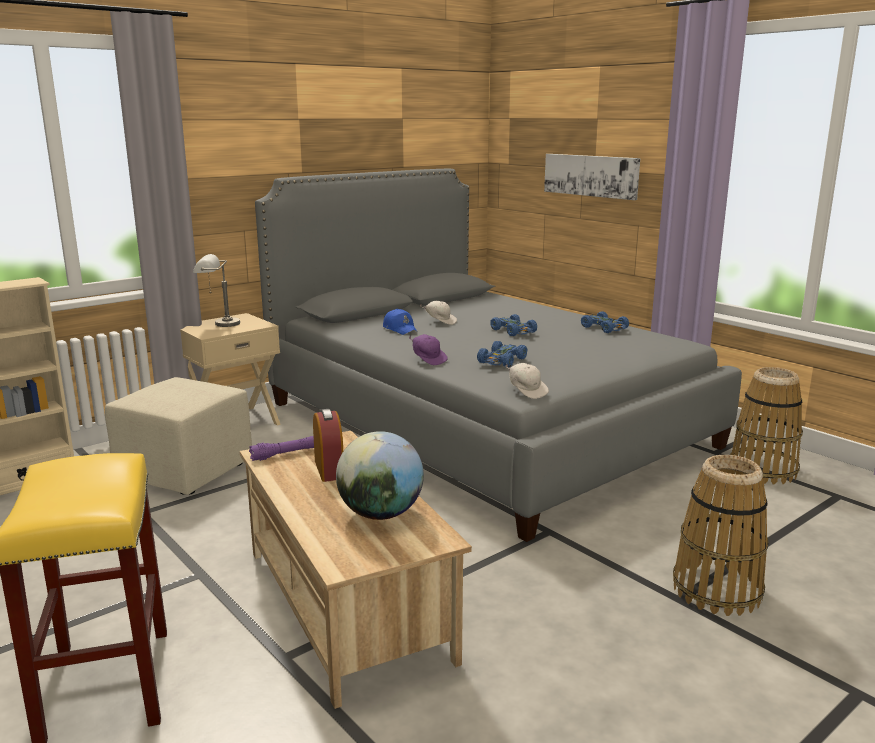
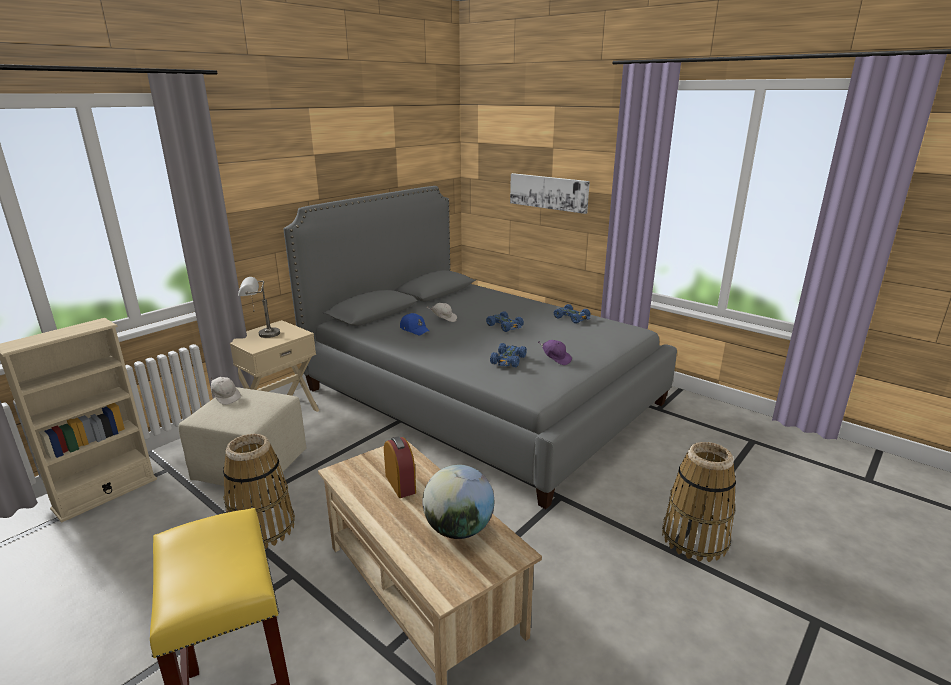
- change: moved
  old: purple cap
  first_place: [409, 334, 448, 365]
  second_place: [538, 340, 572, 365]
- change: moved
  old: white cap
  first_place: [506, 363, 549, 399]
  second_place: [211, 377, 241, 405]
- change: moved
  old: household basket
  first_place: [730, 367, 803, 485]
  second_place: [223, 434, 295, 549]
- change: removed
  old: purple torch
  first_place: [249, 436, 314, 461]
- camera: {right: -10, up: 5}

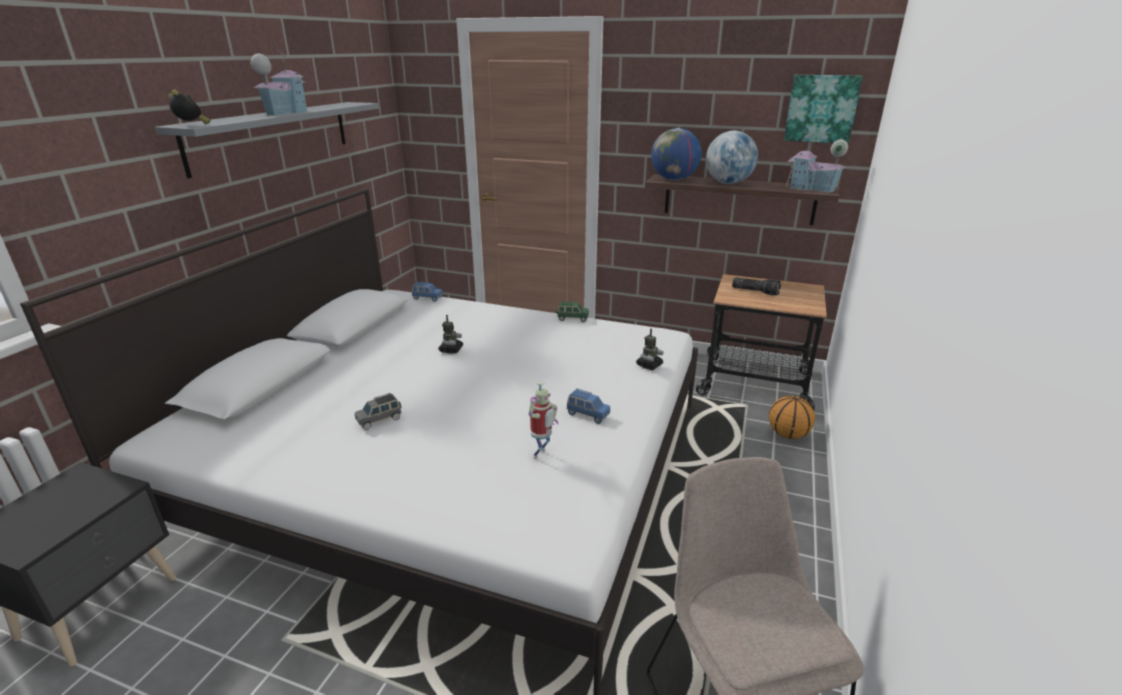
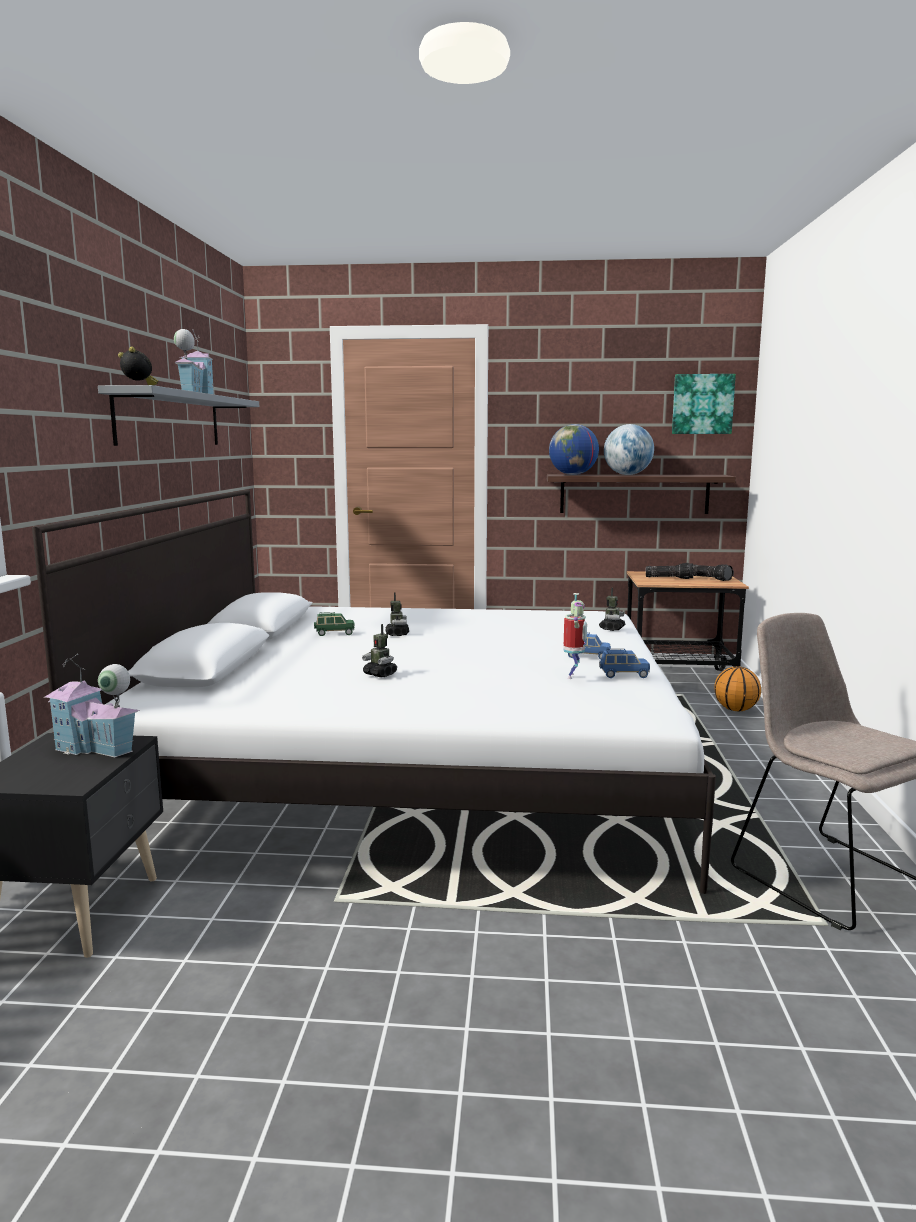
- change: moved
  old: miniature house
  first_place: [786, 134, 848, 193]
  second_place: [45, 654, 140, 757]
- change: moved
  old: blue-coloured miniature car
  first_place: [412, 281, 443, 302]
  second_place: [599, 649, 650, 678]
- change: moved
  old: green-coloured miniature car
  first_place: [556, 301, 589, 322]
  second_place: [314, 612, 355, 636]
- change: replaced
  old: grey miniature car
  new: robot figure
  first_place: [355, 393, 402, 430]
  second_place: [362, 624, 397, 677]
- change: added
  new: torch
  second_place: [692, 564, 734, 581]
- camera: {right: -15, up: -15}

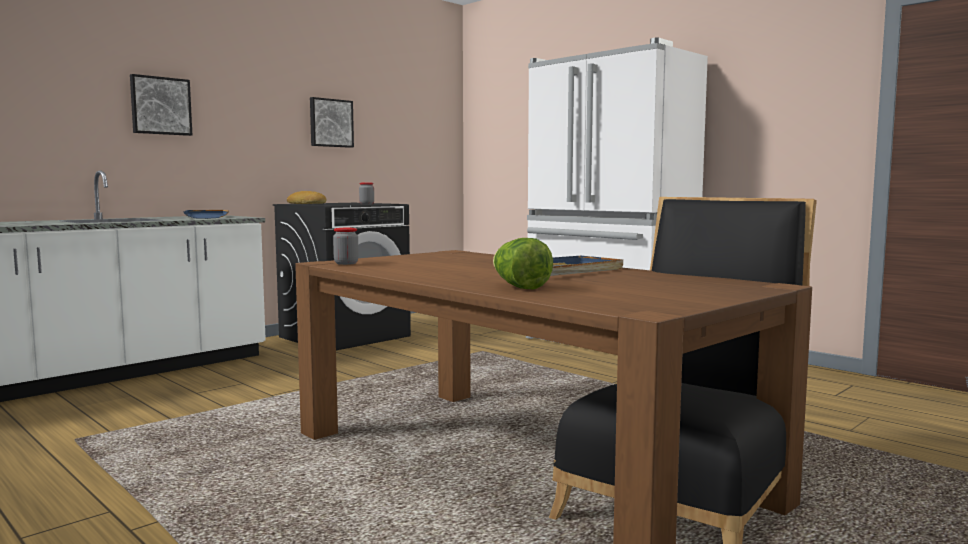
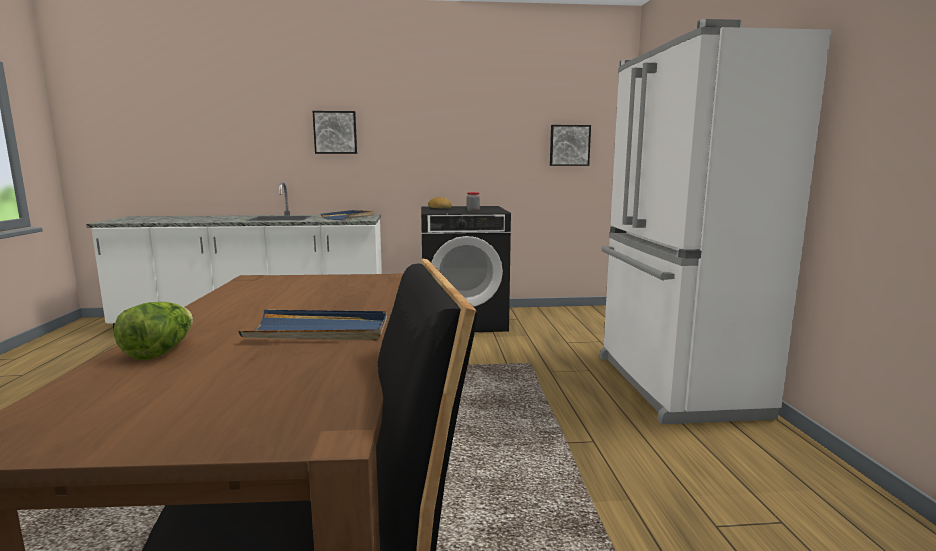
- change: moved
  old: picture
  first_place: [310, 97, 354, 148]
  second_place: [550, 125, 591, 166]
- change: removed
  old: jar
  first_place: [333, 228, 359, 265]
- camera: {right: 40, up: 5}

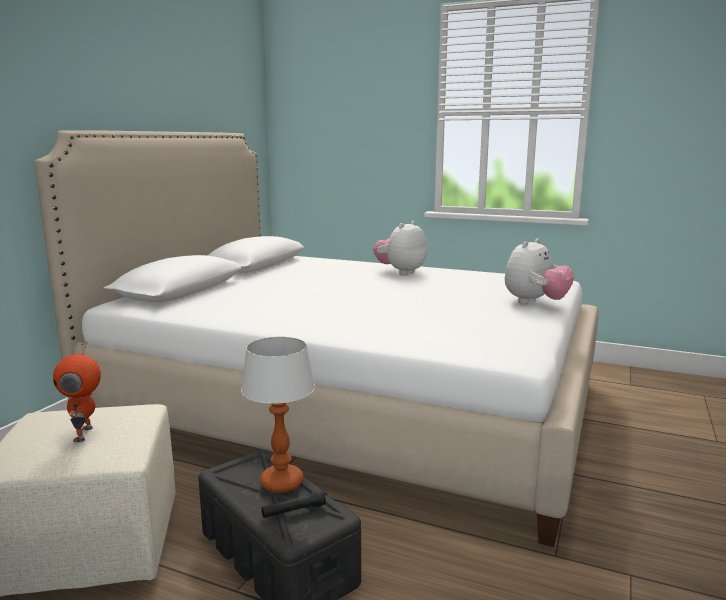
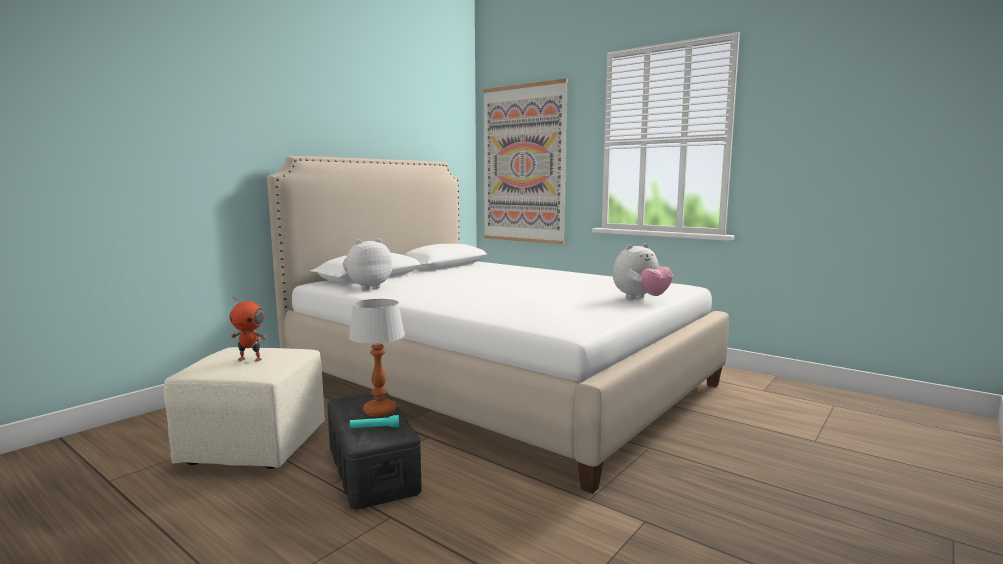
- change: moved
  old: soft toy
  first_place: [373, 221, 427, 275]
  second_place: [343, 238, 393, 290]
- change: turned
  old: robot figure
  first_place: [53, 342, 101, 442]
  second_place: [229, 296, 267, 362]
  degrees: -90
- change: recoloured
  old: black-coloured torch
  new: turquoise-coloured torch
  first_place: [261, 489, 326, 518]
  second_place: [350, 415, 399, 429]
- change: added
  new: picture
  second_place: [483, 78, 568, 244]
- camera: {right: 15, up: -5}

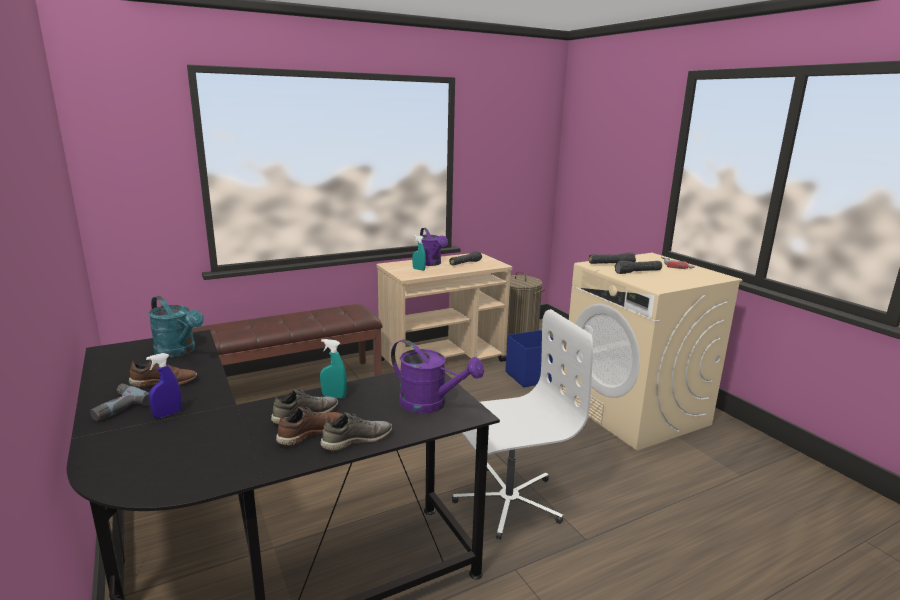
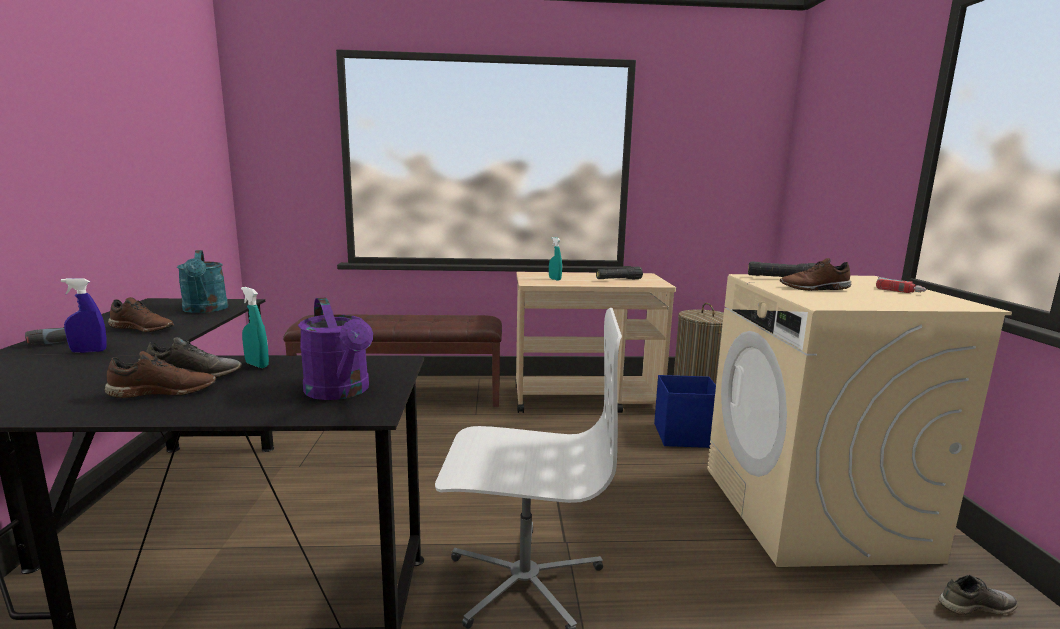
- change: removed
  old: purple watering can
  first_place: [420, 228, 448, 266]
- change: replaced
  old: black-coloured torch
  new: brown-coloured item of footwear
  first_place: [615, 261, 662, 274]
  second_place: [780, 258, 852, 291]
- change: moved
  old: grey item of footwear
  first_place: [320, 412, 392, 451]
  second_place: [939, 575, 1018, 615]
- camera: {right: 25, up: -5}

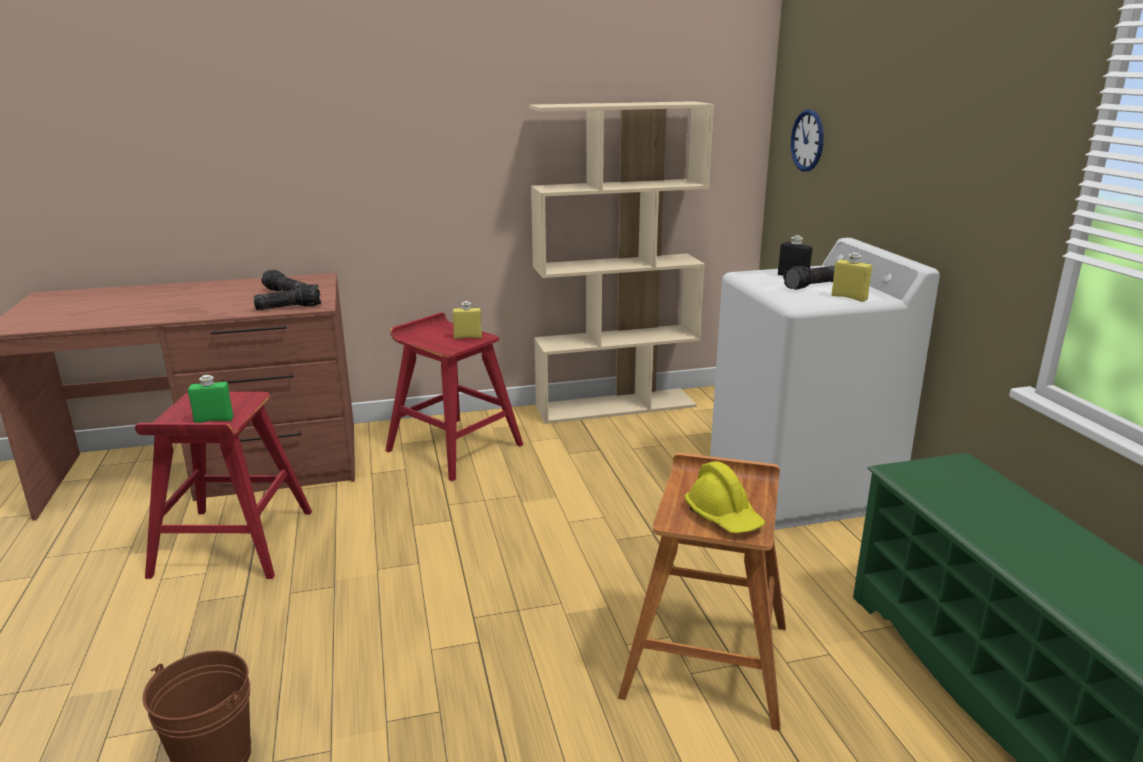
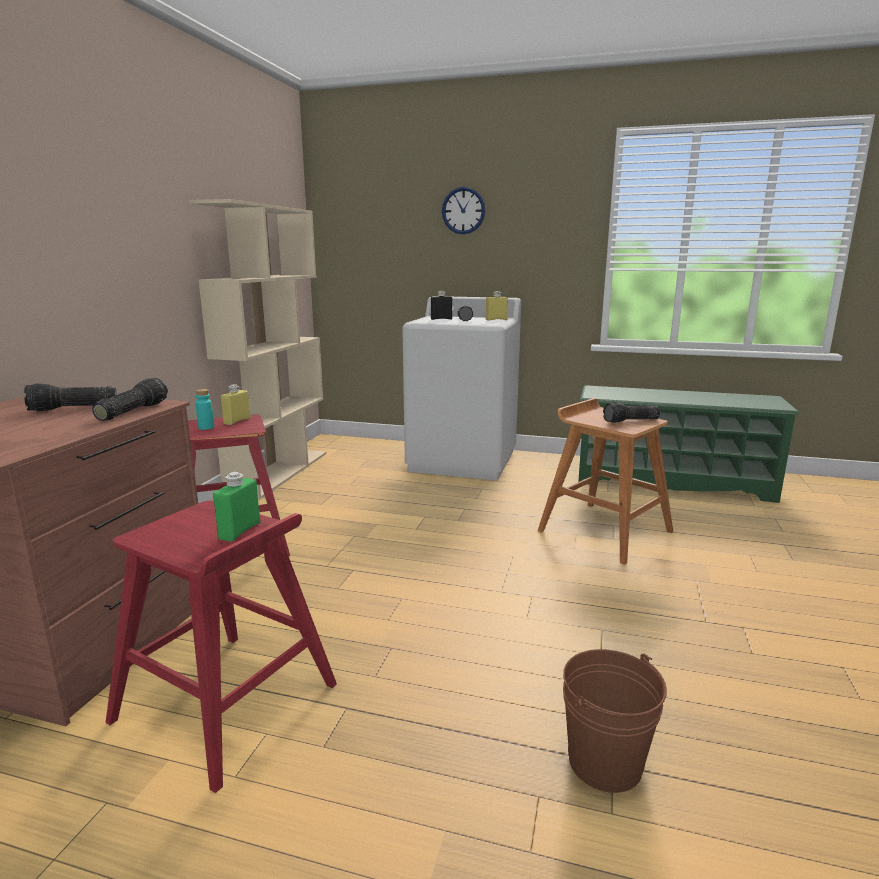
- change: moved
  old: clock on the wall
  first_place: [791, 110, 824, 172]
  second_place: [442, 187, 485, 234]
- change: replaced
  old: yellowish work helmet
  new: torch
  first_place: [684, 461, 765, 533]
  second_place: [603, 403, 660, 423]
- change: added
  new: turquoise-coloured drink bottle
  second_place: [195, 389, 214, 430]
- camera: {right: -60, up: -5}

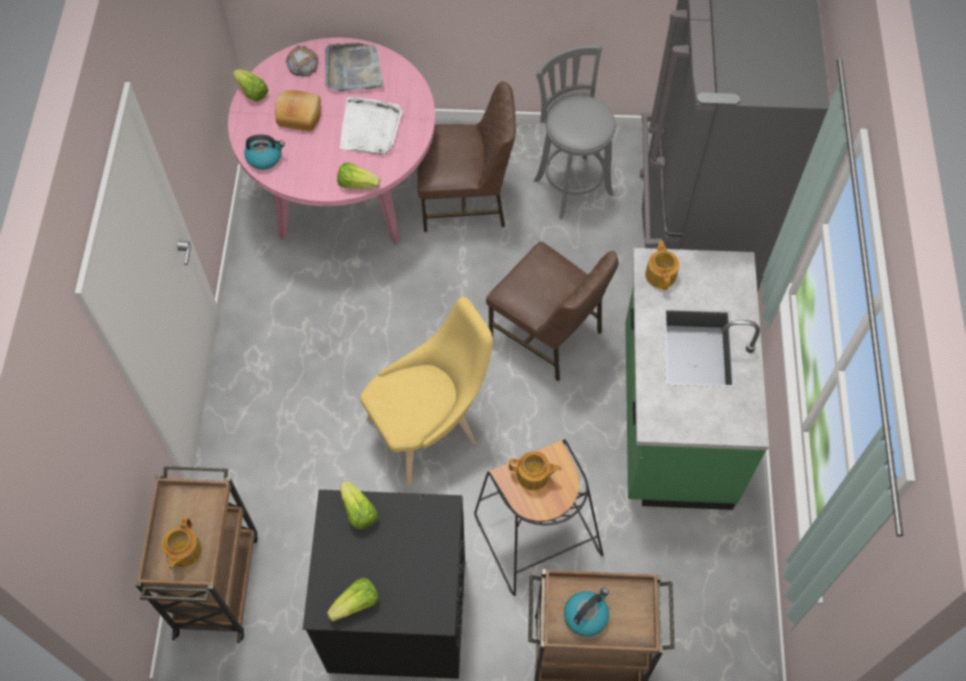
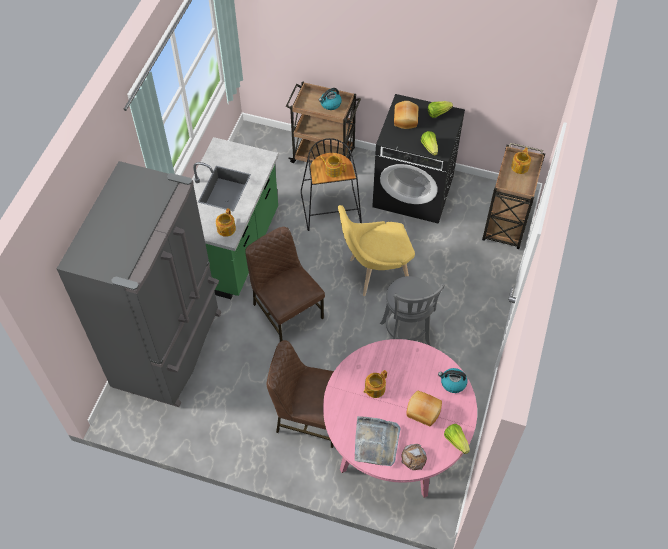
- change: moved
  old: grey sitting stool
  first_place: [534, 45, 616, 219]
  second_place: [380, 276, 445, 346]
- change: replaced
  old: white carrying tray
  new: teapot
  first_place: [340, 97, 403, 154]
  second_place: [364, 370, 387, 398]
- change: removed
  old: head of lettuce
  first_place: [337, 162, 381, 189]
- change: added
  new: baked bread
  second_place: [394, 101, 418, 129]
- camera: {right: -165, up: -5}

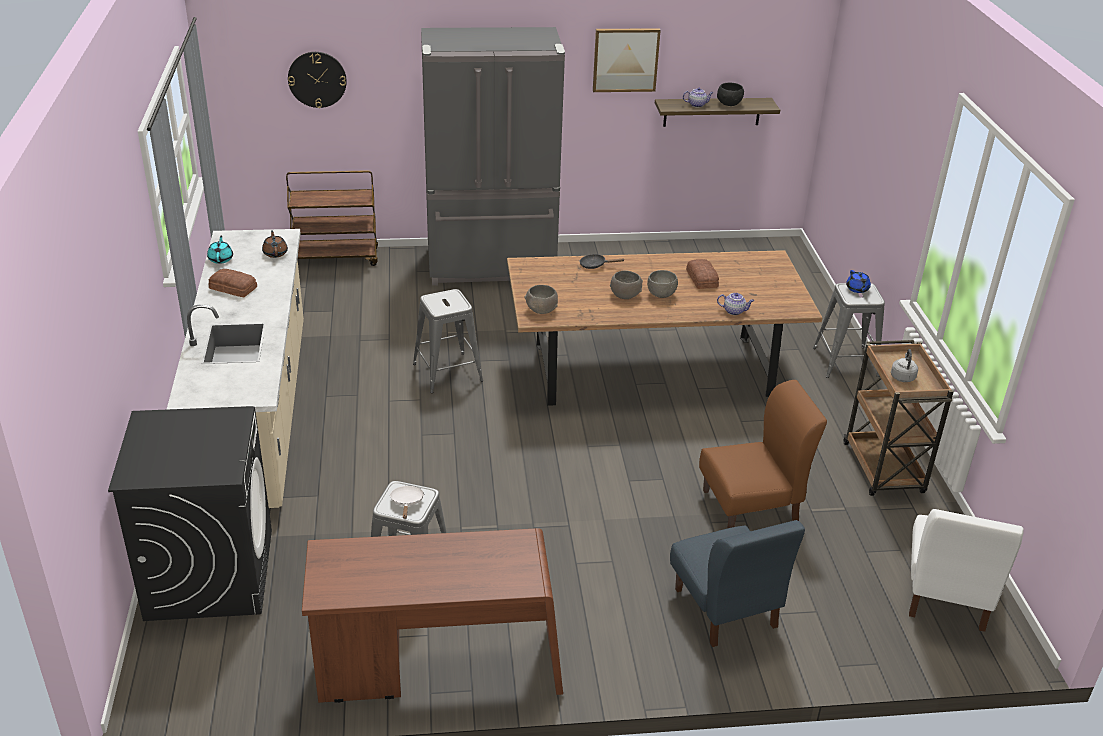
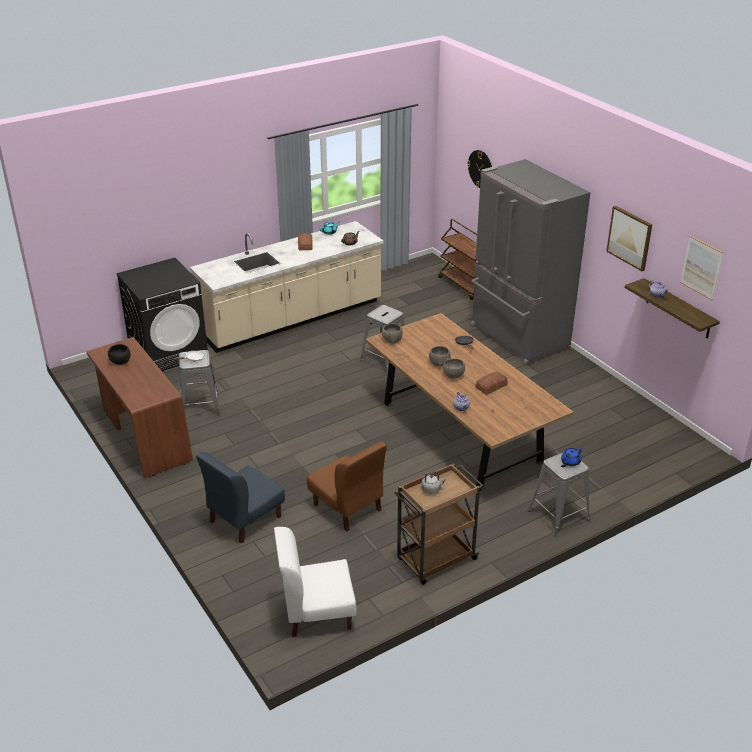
- change: moved
  old: black-coloured bowl
  first_place: [717, 83, 744, 106]
  second_place: [107, 344, 130, 365]
- change: added
  new: picture
  second_place: [680, 235, 723, 300]
- camera: {right: 65, up: 0}

